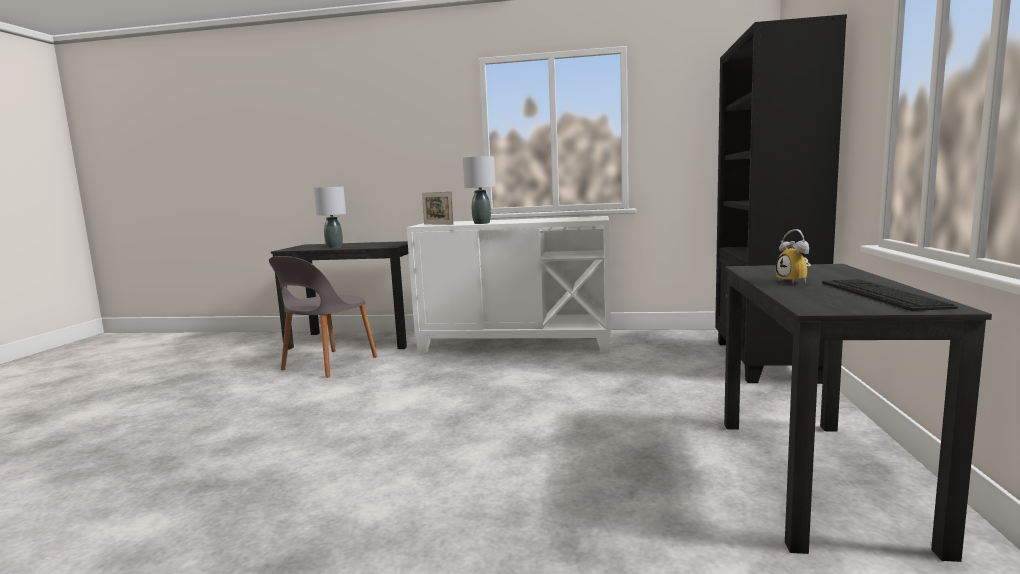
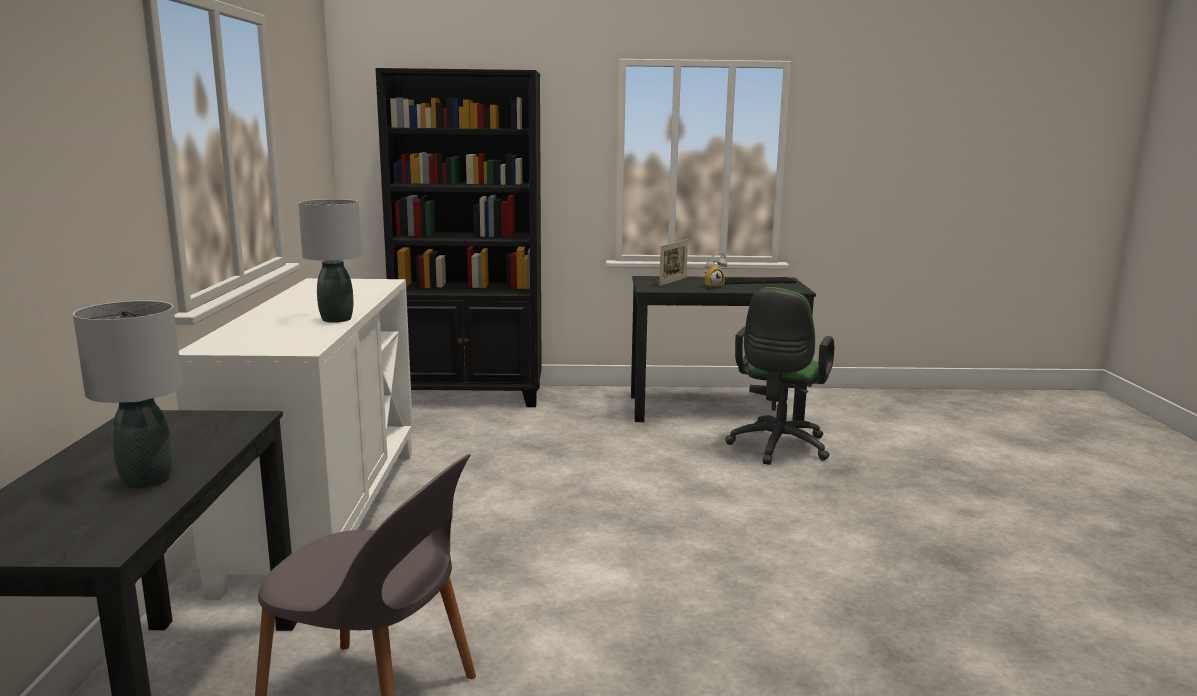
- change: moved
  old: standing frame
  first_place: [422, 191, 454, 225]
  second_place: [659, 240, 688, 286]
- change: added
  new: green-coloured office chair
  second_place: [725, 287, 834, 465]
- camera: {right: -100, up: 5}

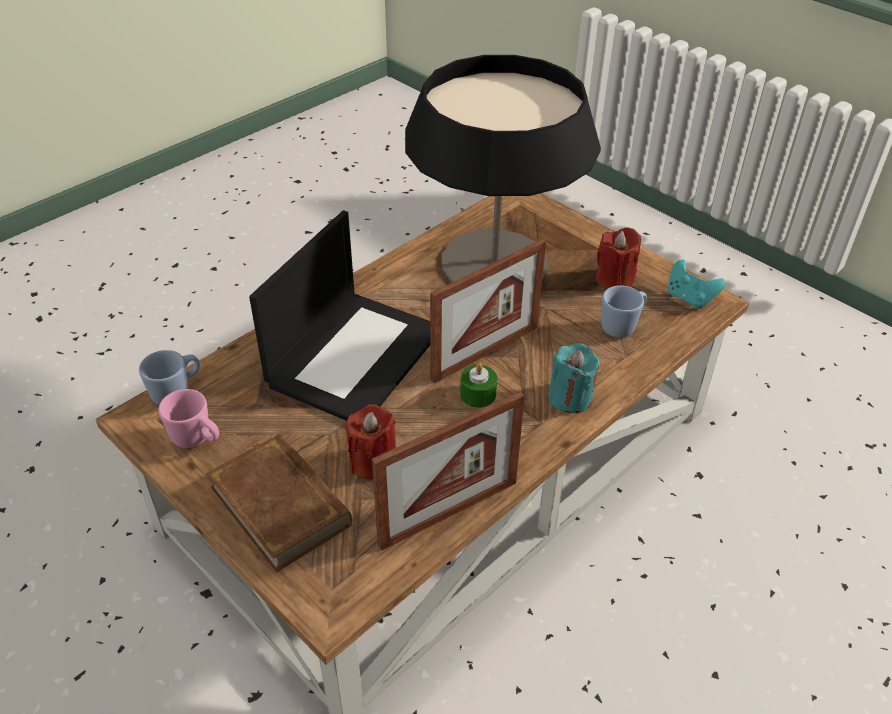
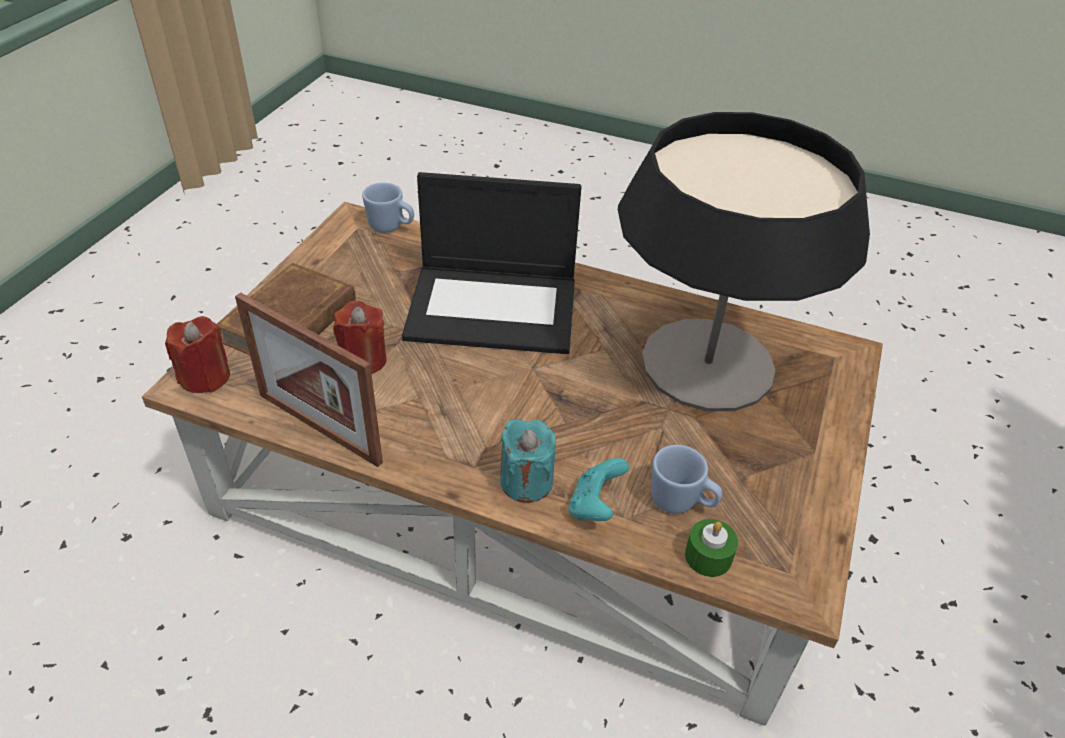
- change: moved
  old: reddish wax candle
  first_place: [596, 227, 641, 289]
  second_place: [165, 316, 230, 393]
- change: removed
  old: standing frame
  first_place: [430, 239, 546, 383]
- change: moved
  old: turquoise-coloured gamepad
  first_place: [668, 260, 726, 309]
  second_place: [569, 458, 629, 521]
- change: moved
  old: green-coloured wax candle
  first_place: [460, 362, 497, 408]
  second_place: [685, 519, 738, 577]
- change: removed
  old: pinkish mug
  first_place: [158, 389, 219, 448]
- camera: {right: 65, up: 0}

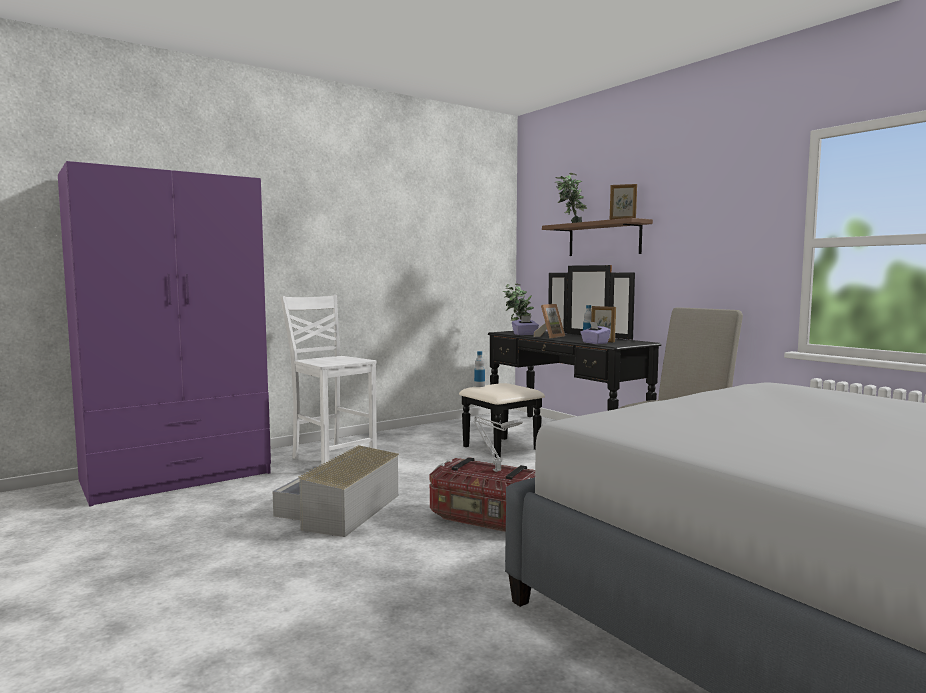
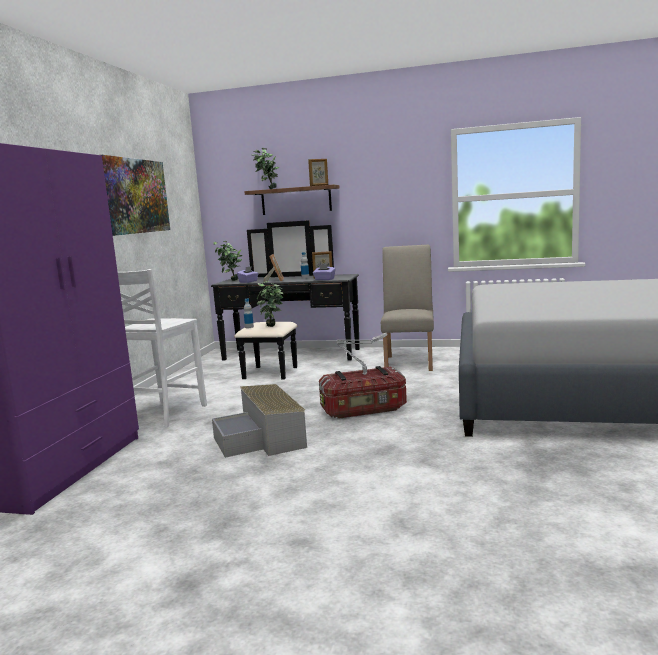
- change: turned
  old: white chair
  first_place: [280, 295, 377, 465]
  second_place: [118, 269, 207, 427]
  degrees: -75
- change: added
  new: picture
  second_place: [102, 155, 170, 236]
- change: added
  new: plant in a pot
  second_place: [257, 281, 284, 327]
- camera: {right: -40, up: 5}

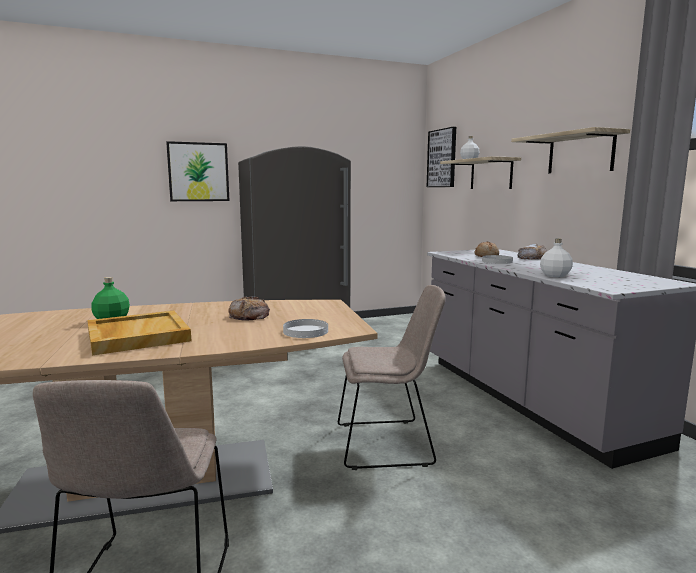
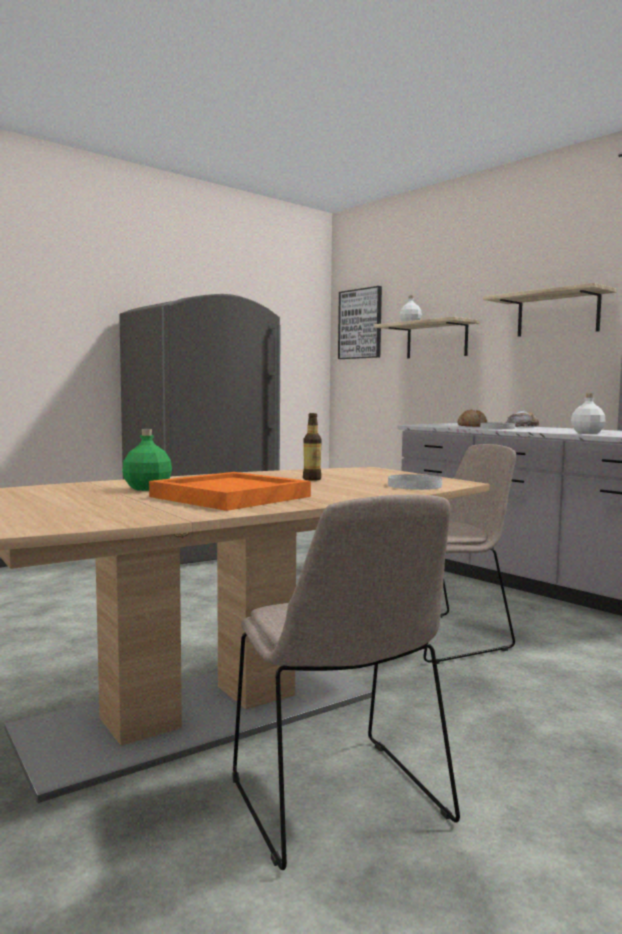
- change: removed
  old: picture
  first_place: [166, 141, 229, 201]
- change: replaced
  old: baked bread
  new: drink bottle
  first_place: [228, 297, 270, 321]
  second_place: [303, 413, 321, 481]
- change: recoloured
  old: beige-coloured carrying tray
  new: orange carrying tray
  first_place: [87, 311, 191, 356]
  second_place: [149, 472, 311, 511]
- camera: {right: -20, up: -5}

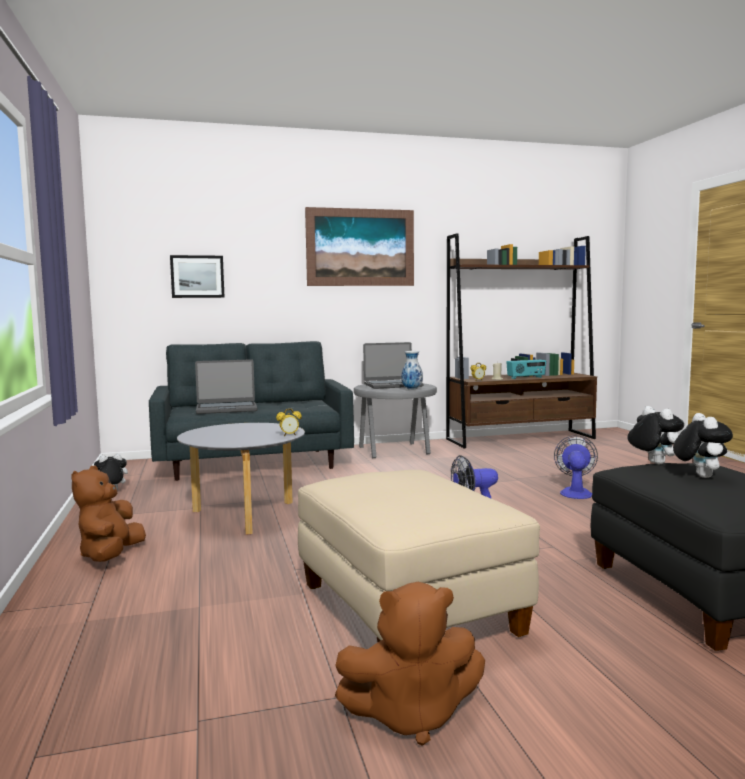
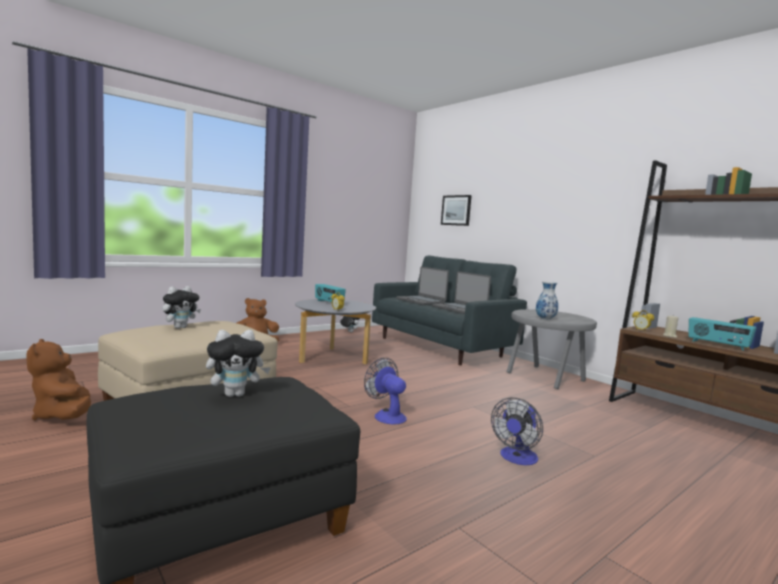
- change: removed
  old: picture
  first_place: [305, 207, 414, 286]
- change: moved
  old: notebook computer
  first_place: [363, 342, 424, 389]
  second_place: [433, 271, 491, 314]
- change: moved
  old: soft toy
  first_place: [627, 406, 684, 465]
  second_place: [162, 286, 201, 329]
- change: turned
  old: electric fan
  first_place: [554, 435, 598, 499]
  second_place: [491, 397, 543, 465]
  degrees: 135
- change: added
  new: radio set
  second_place: [315, 284, 346, 302]
- camera: {right: 65, up: 0}

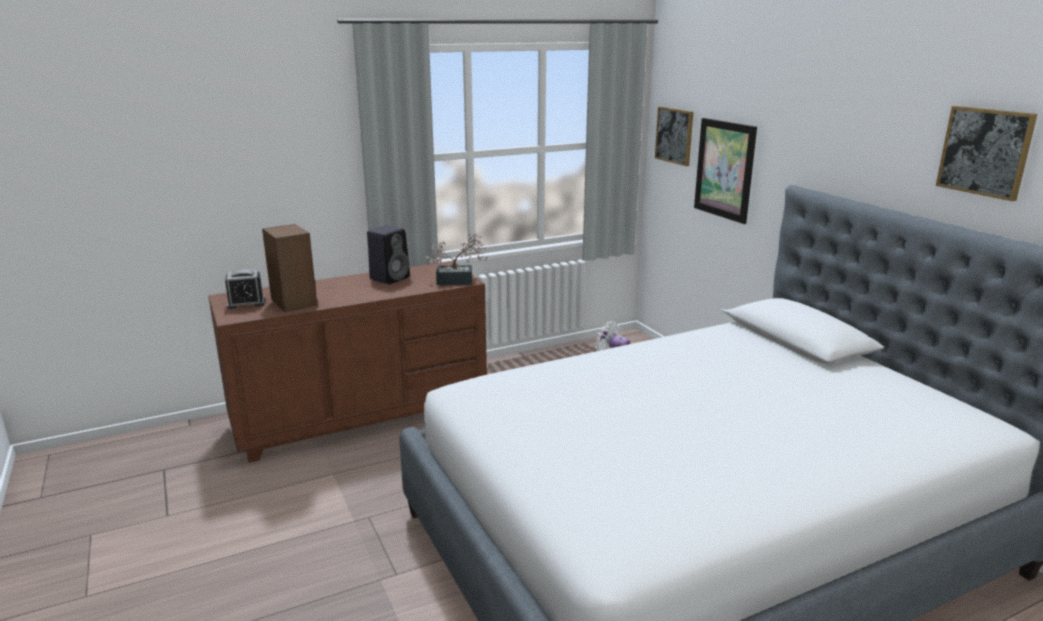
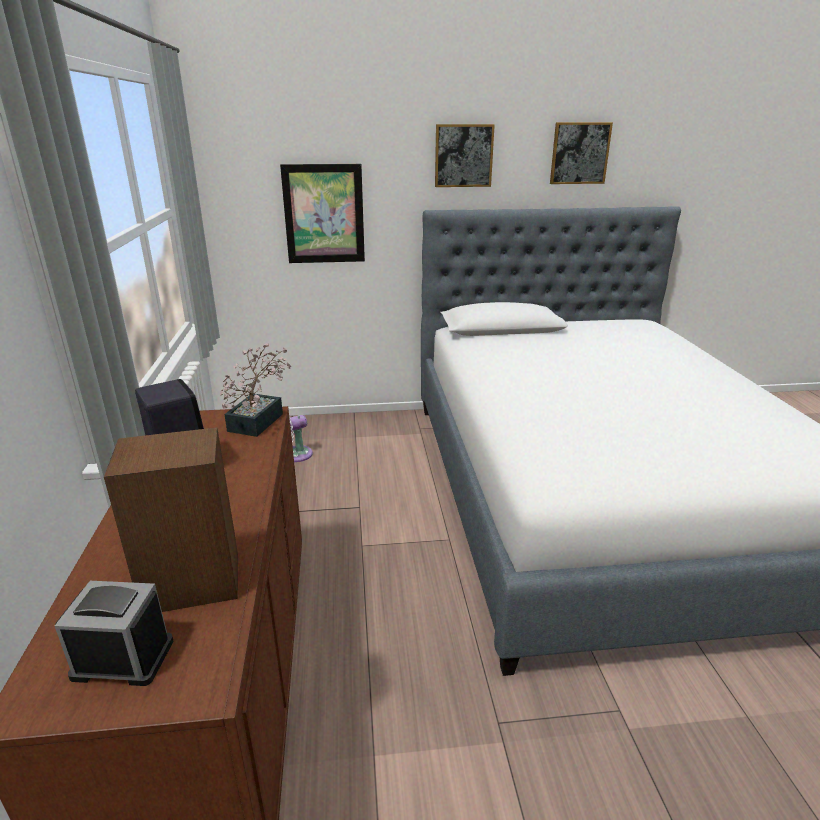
- change: moved
  old: picture
  first_place: [655, 107, 693, 166]
  second_place: [435, 124, 495, 187]
- change: turned
  old: alarm clock
  first_place: [225, 269, 265, 309]
  second_place: [55, 581, 174, 686]
  degrees: -90
- camera: {right: -70, up: 5}

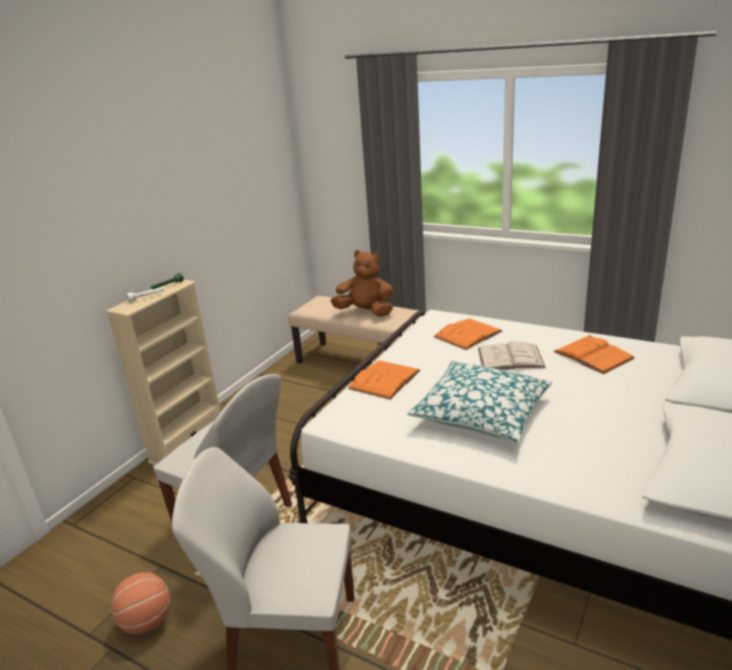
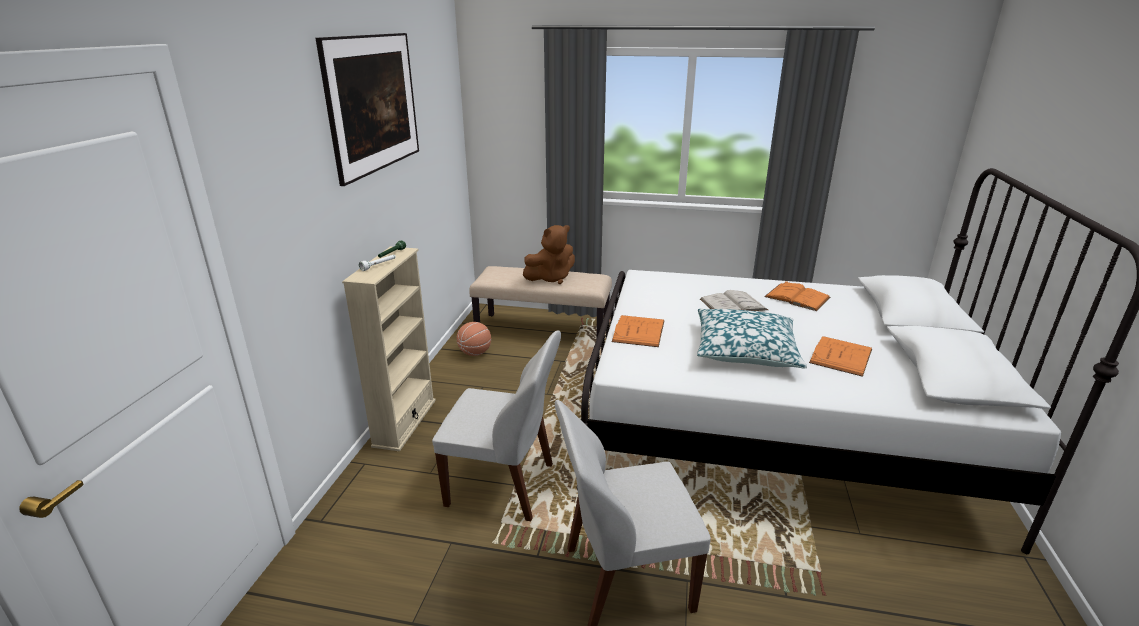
- change: turned
  old: brown-coloured soft toy
  first_place: [331, 250, 394, 317]
  second_place: [523, 225, 575, 284]
  degrees: 150
- change: moved
  old: orange volume
  first_place: [434, 318, 502, 350]
  second_place: [809, 336, 872, 377]
- change: moved
  old: ball for basketball
  first_place: [111, 572, 170, 634]
  second_place: [457, 322, 491, 356]
- change: added
  new: picture
  second_place: [316, 33, 419, 186]
- camera: {right: -20, up: 0}

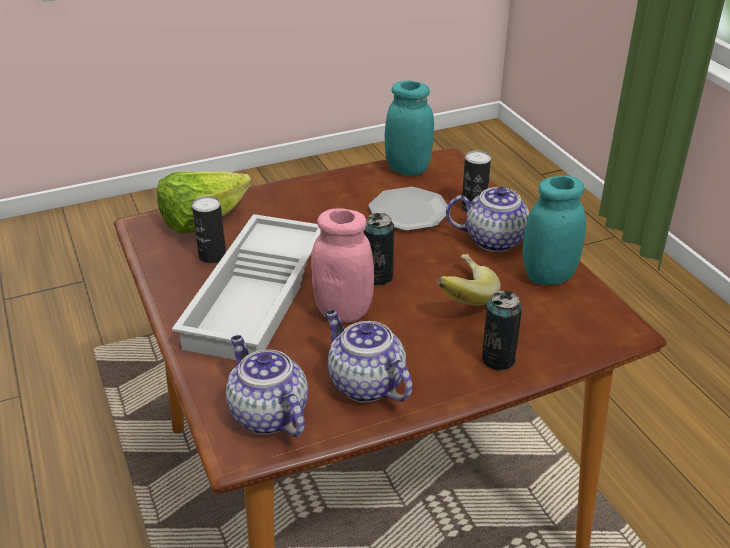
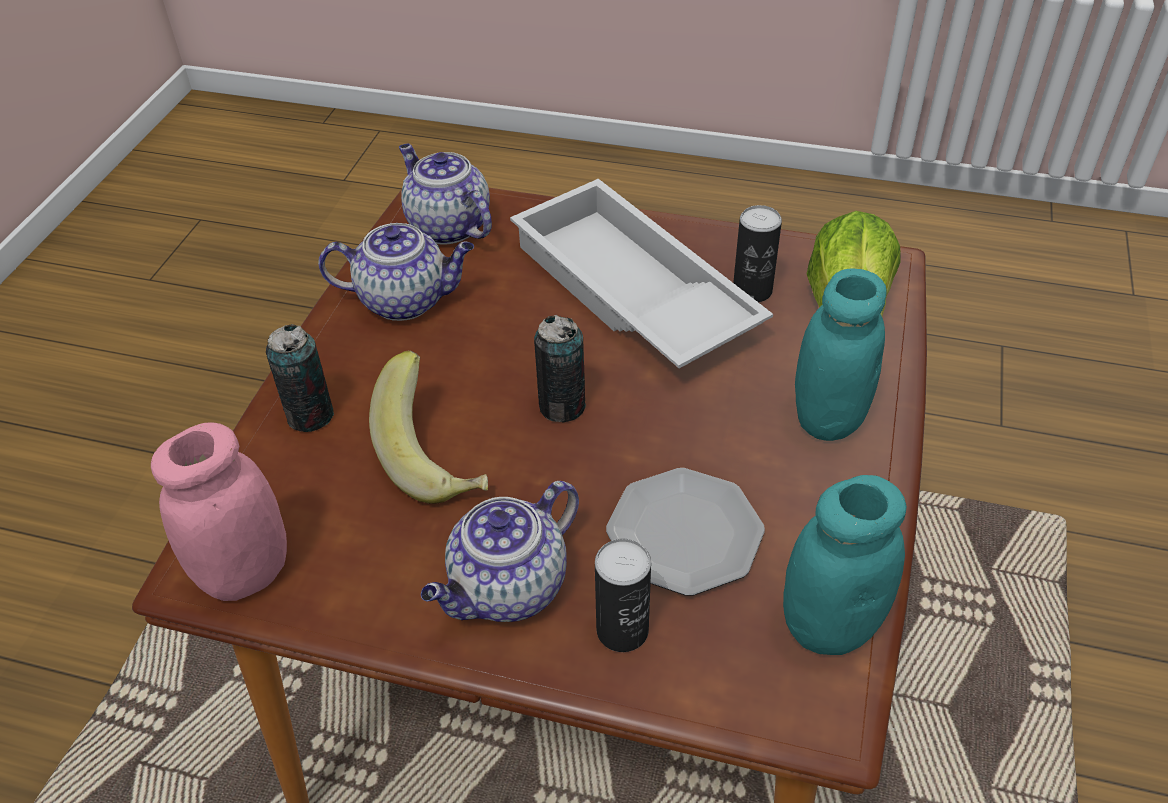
- change: moved
  old: turquoise-coloured jar
  first_place: [522, 176, 586, 285]
  second_place: [795, 268, 886, 441]
- change: moved
  old: pinkish jar
  first_place: [311, 208, 374, 323]
  second_place: [151, 422, 287, 601]
- change: turned
  old: teapot
  first_place: [226, 335, 308, 437]
  second_place: [399, 143, 492, 245]
  degrees: -135
- camera: {right: 130, up: 10}

